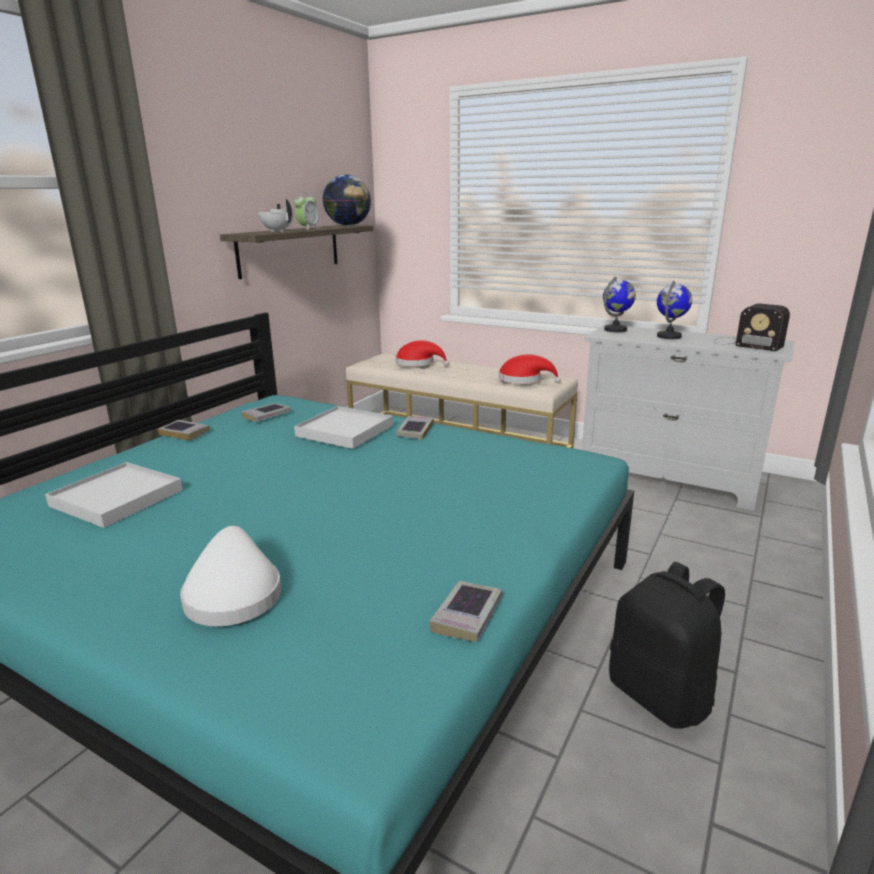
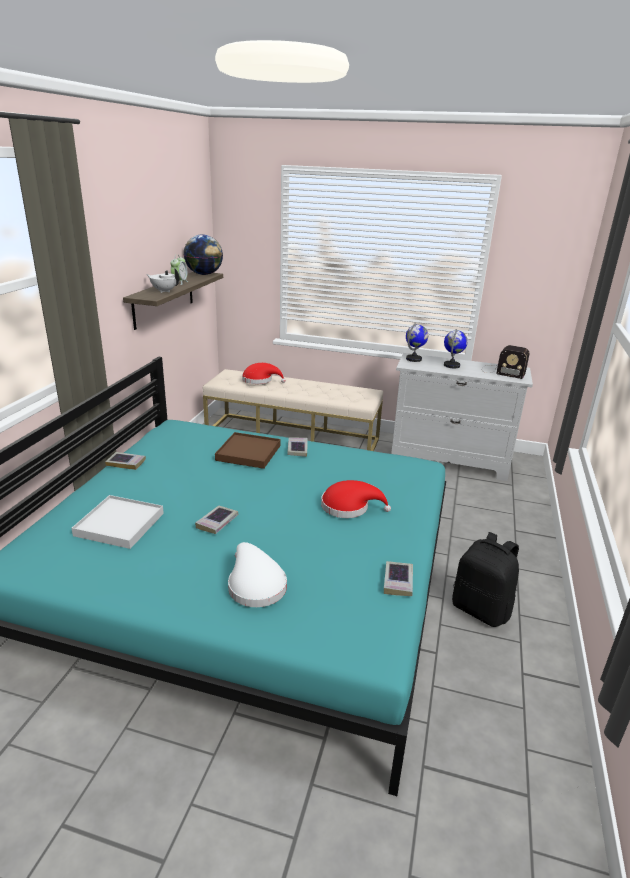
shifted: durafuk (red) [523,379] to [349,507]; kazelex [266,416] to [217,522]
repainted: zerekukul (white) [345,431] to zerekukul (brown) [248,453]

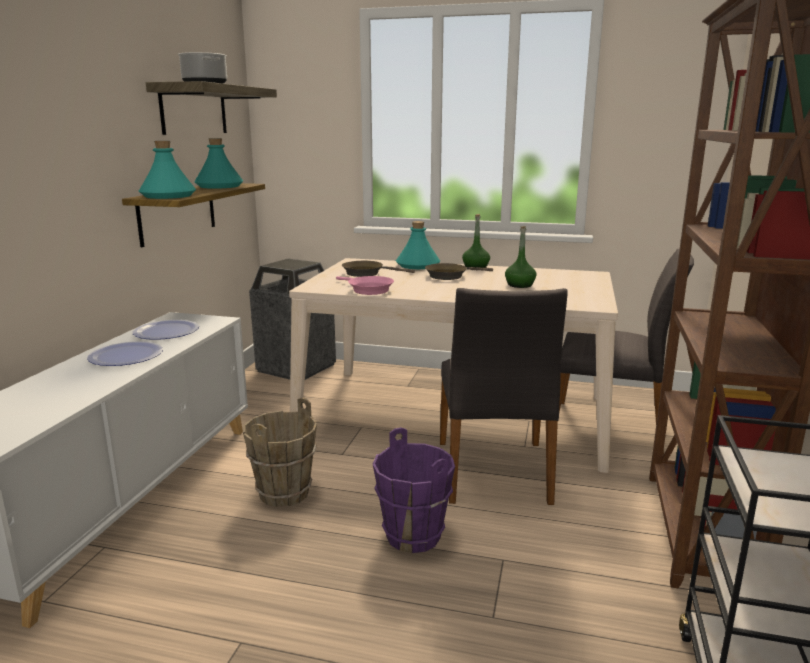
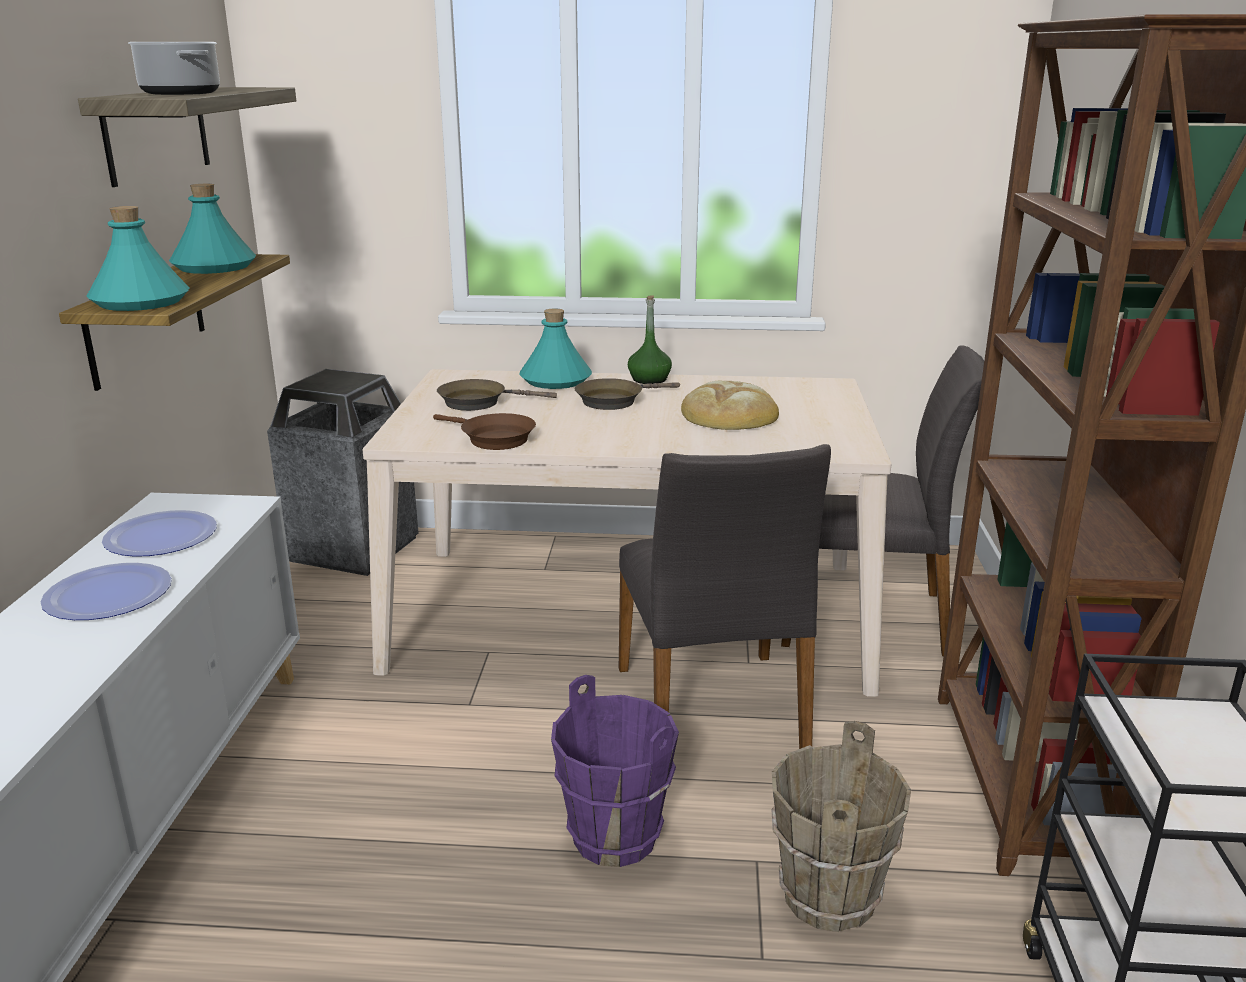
shifted: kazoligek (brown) [283,493] to [827,897]
swapped: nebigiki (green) [519,285] to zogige [729,414]
repainted: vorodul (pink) [367,290] to vorodul (brown) [493,439]

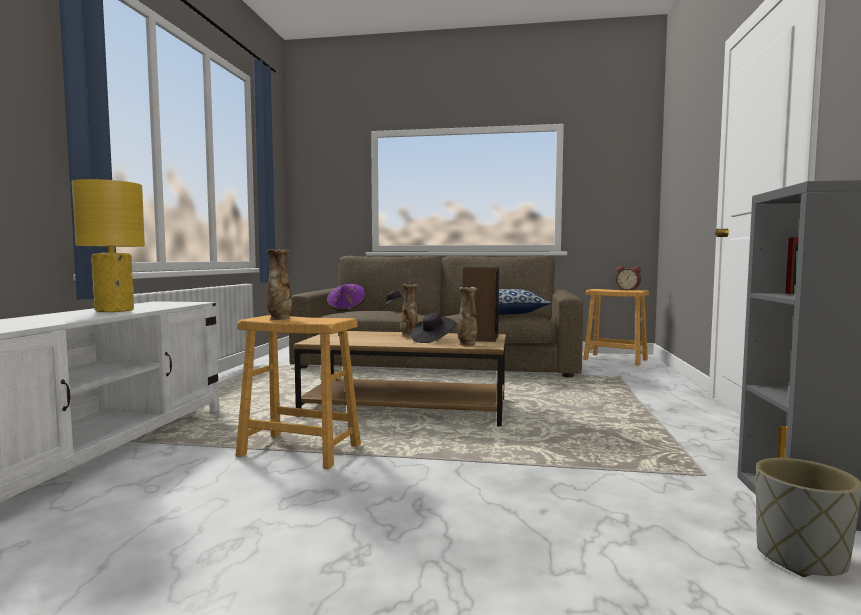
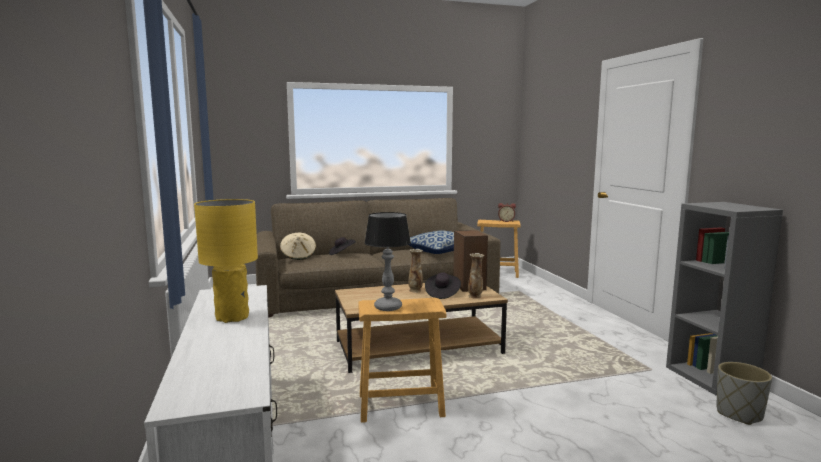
swapped: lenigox [280,319] to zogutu [388,307]
repainted: durafuk (purple) [346,309] to durafuk (beige) [298,256]

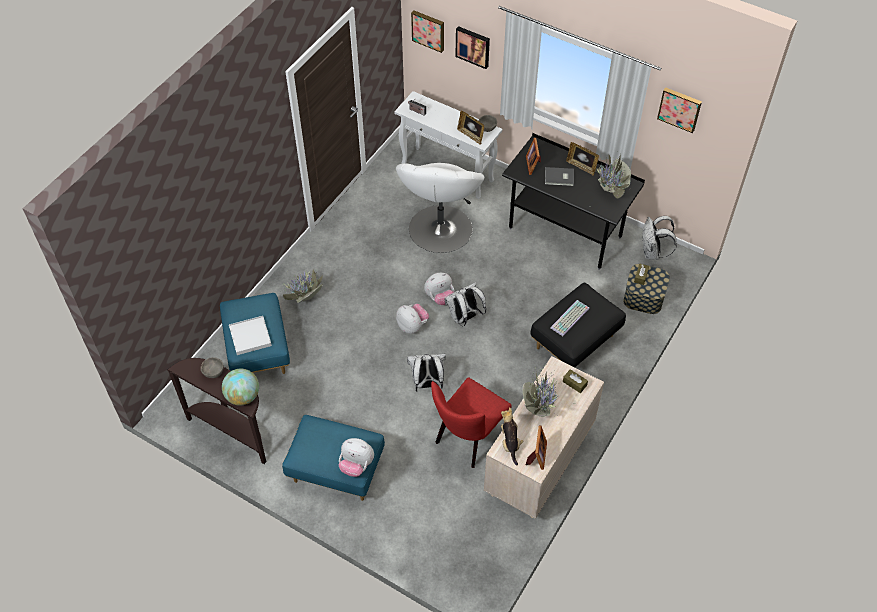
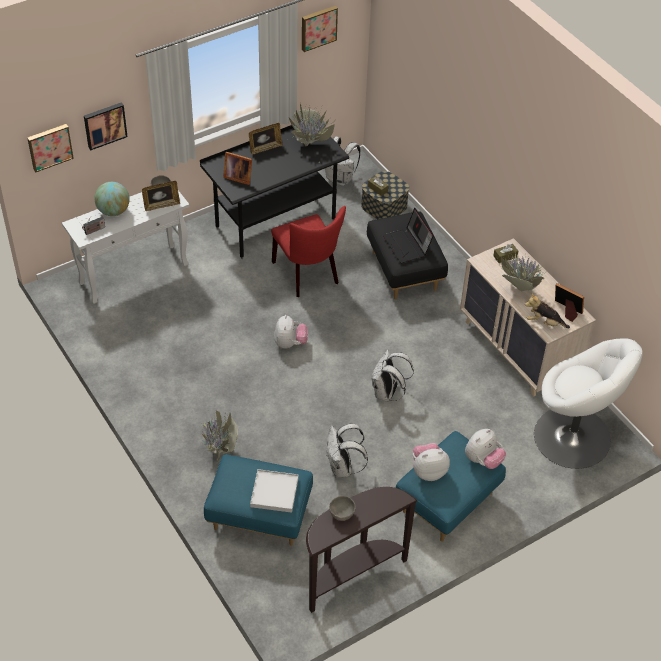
gone: kazelex (grey) [559,178]
shifted: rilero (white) [440,229] to [573,438]; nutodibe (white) [464,318] to [342,468]; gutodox [412,326] to [428,471]; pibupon [243,396] to [113,211]; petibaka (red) [468,438] to [308,275]
swapped: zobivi [570,319] to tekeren [407,245]

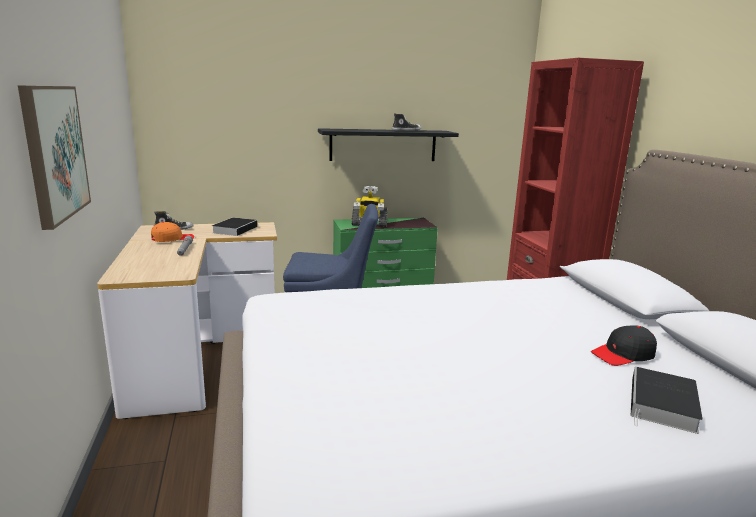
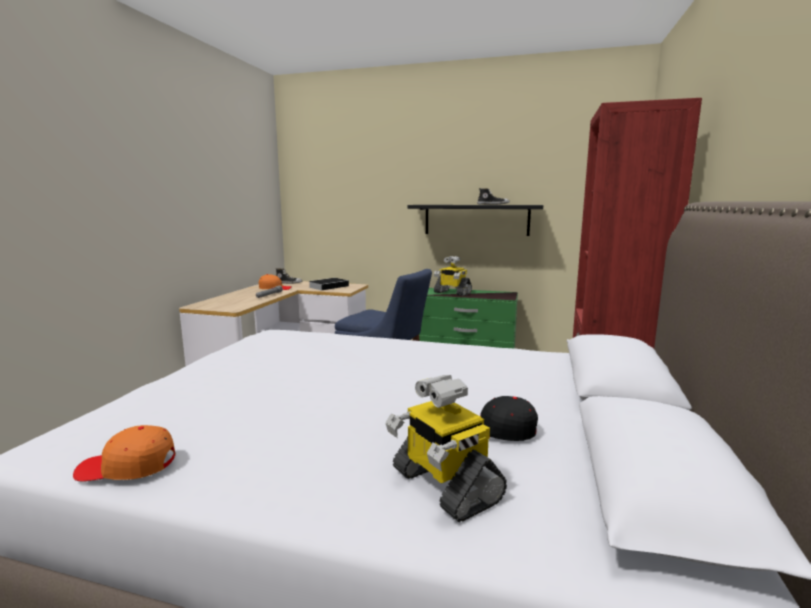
gone: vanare [54,152]
new: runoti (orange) [127,467]
swapped: kazelex [663,405] to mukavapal [444,485]

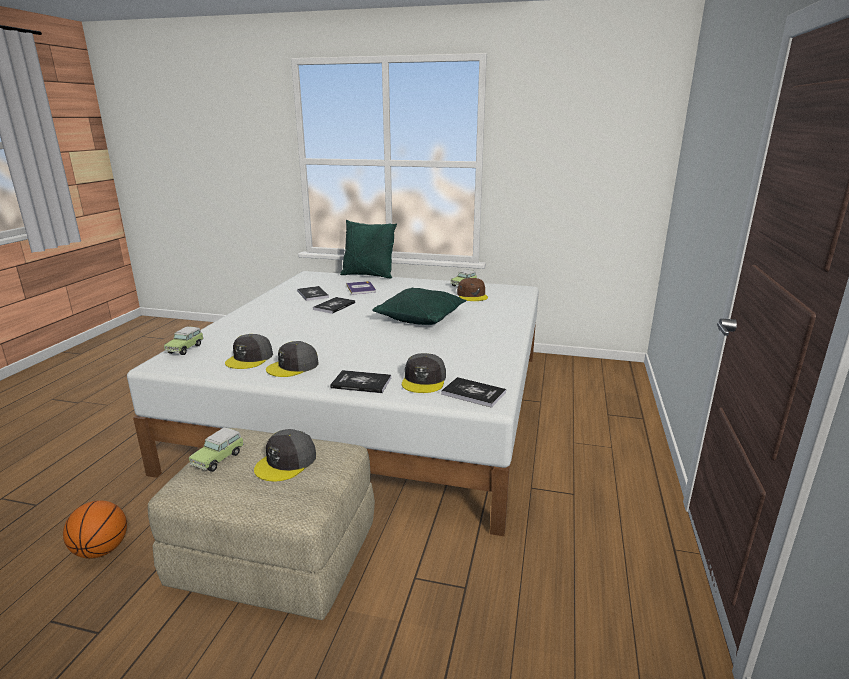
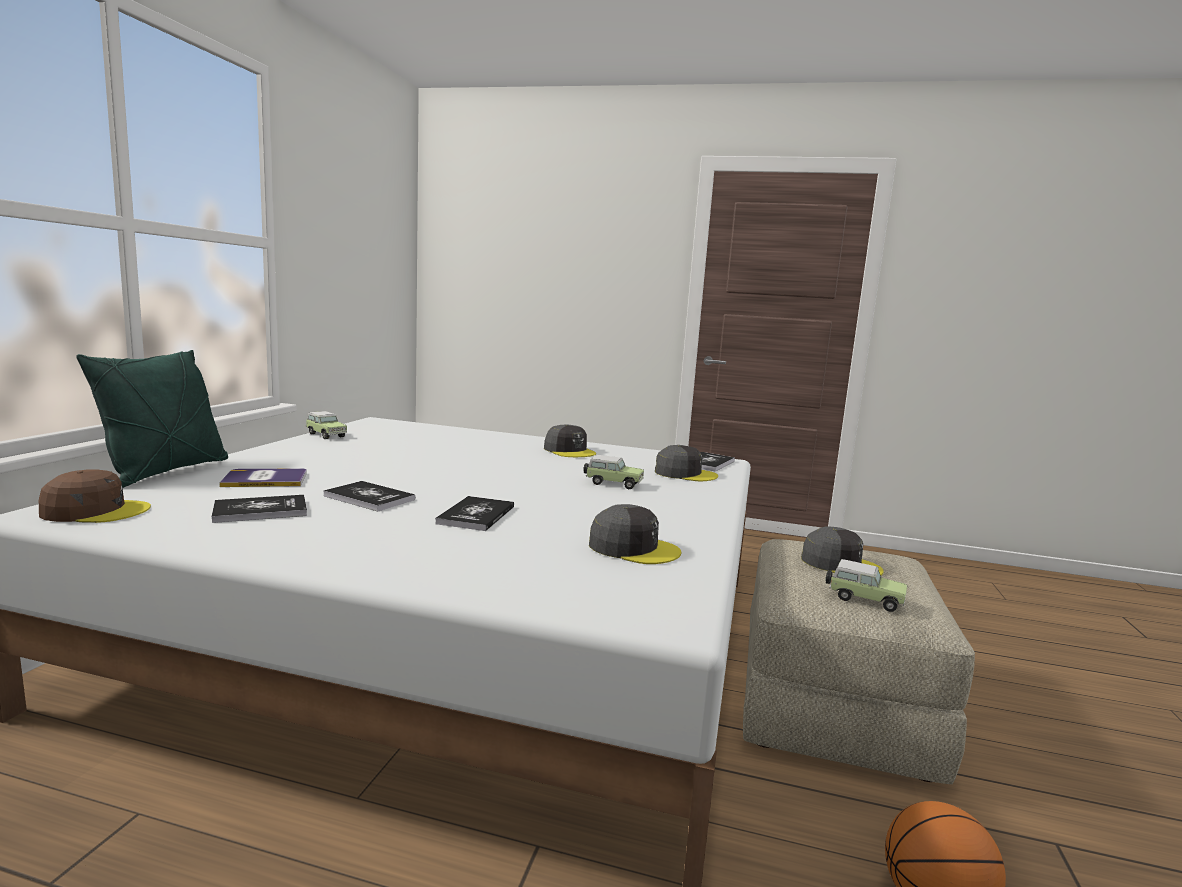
gone: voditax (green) [420,318]
shifted: runoti (brown) [472,295] to [95,511]; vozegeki [186,348] to [612,483]; runoti (grey) [293,366] to [569,451]; kazelex [361,383] to [476,515]

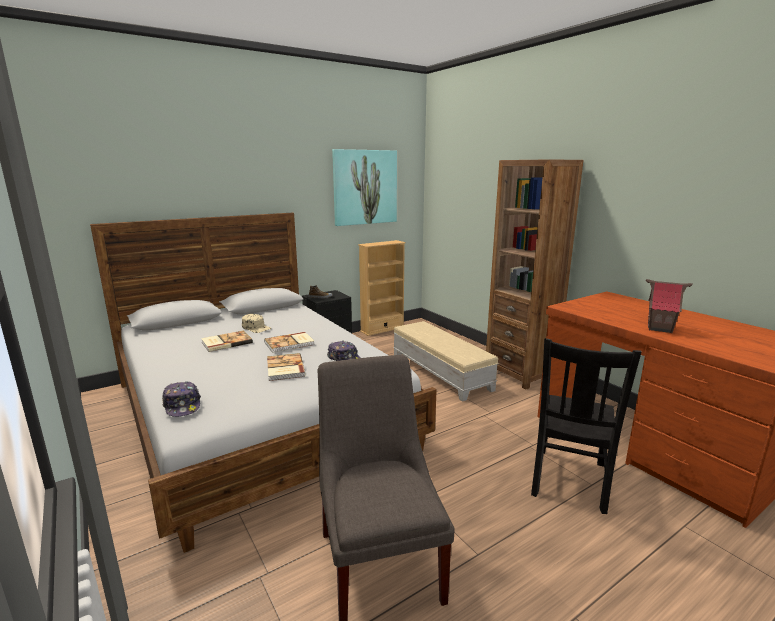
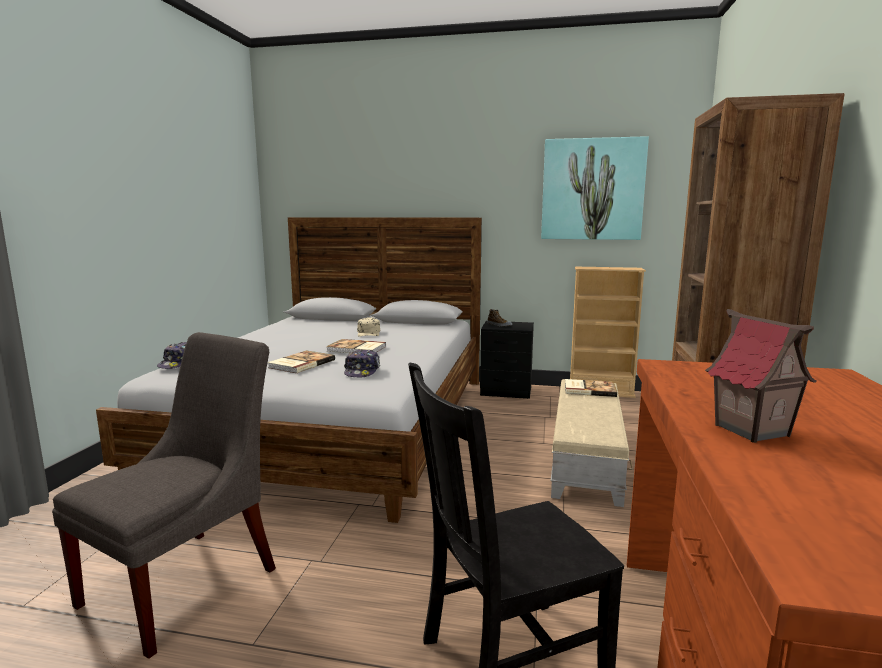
shifted: kazelex [226,342] to [589,389]

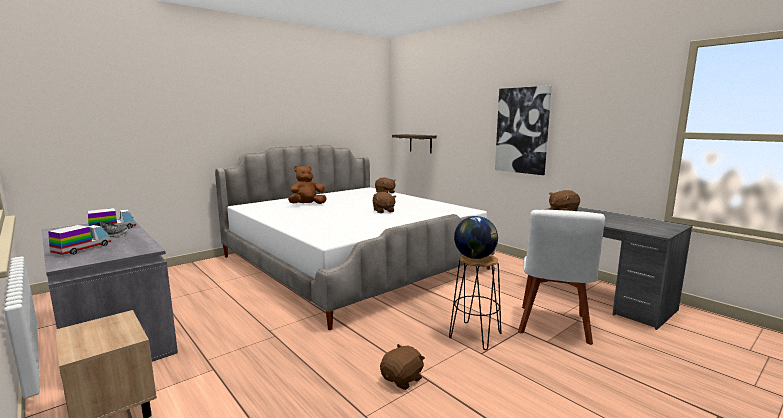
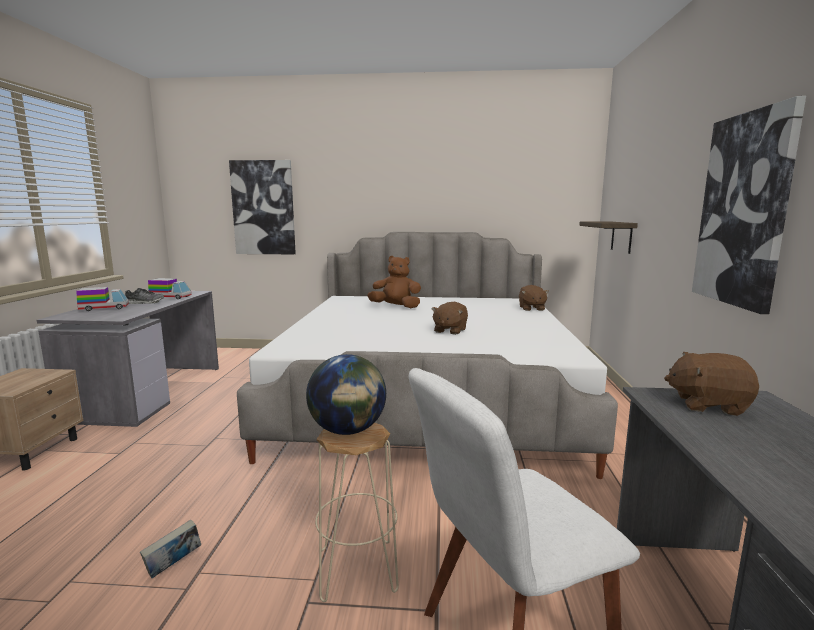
new: vanare [263,208]
swapped: gutodox (brown) [402,379] to kazelex [174,566]
repainted: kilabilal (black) [475,335] to kilabilal (beige) [358,569]

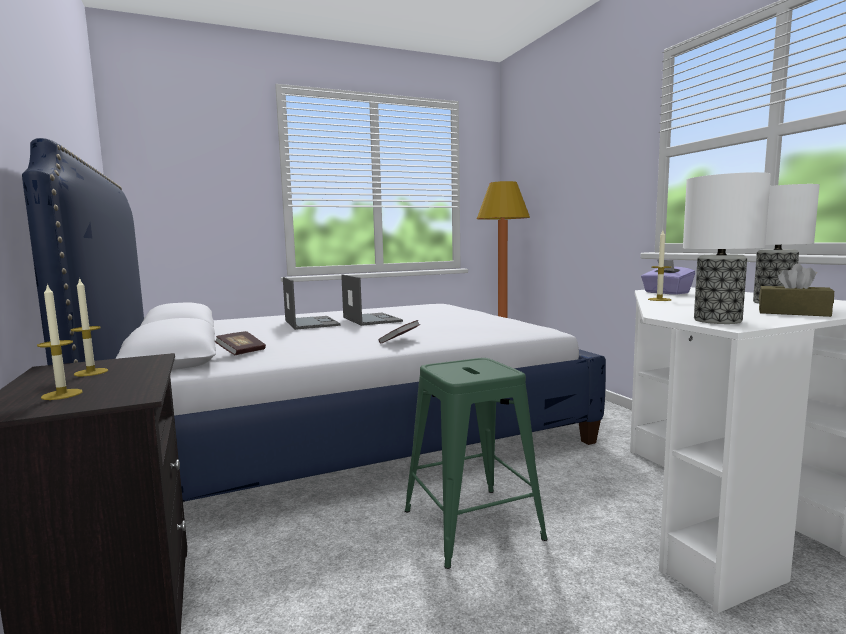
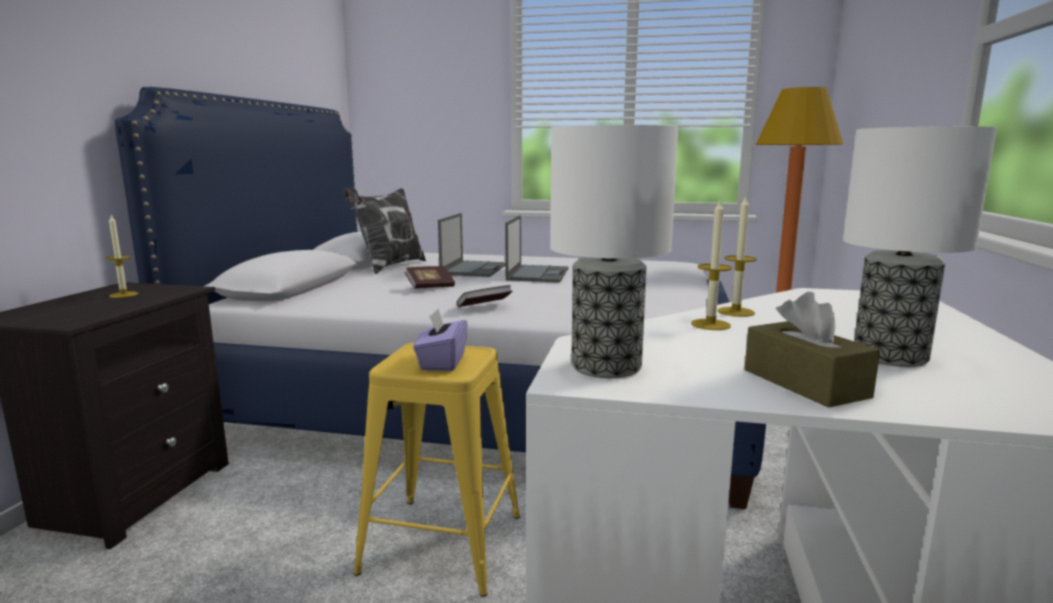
new: voditax [389,266]
shifted: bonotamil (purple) [666,293] to [442,362]; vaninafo [62,394] to [710,324]; kazelex [241,353] to [430,287]
repainted: kilabilal (green) [472,524] to kilabilal (yellow) [443,543]

